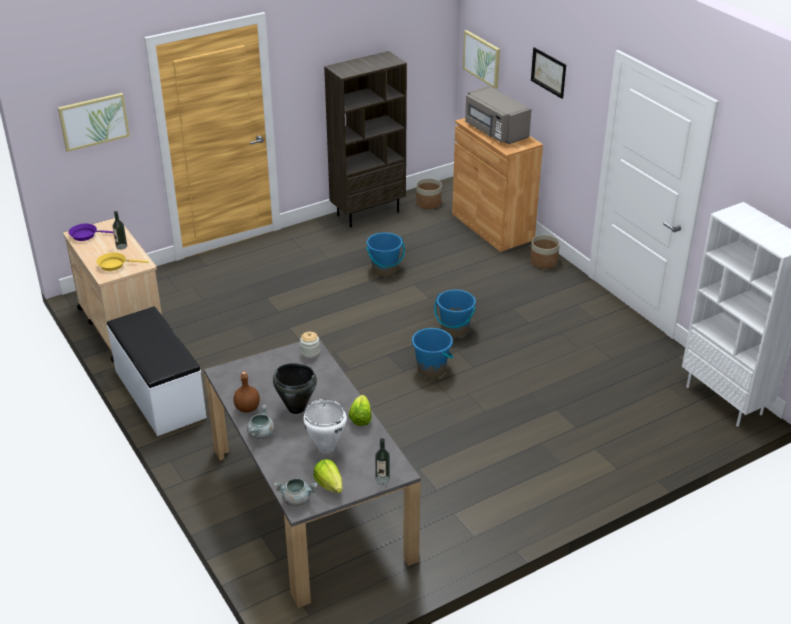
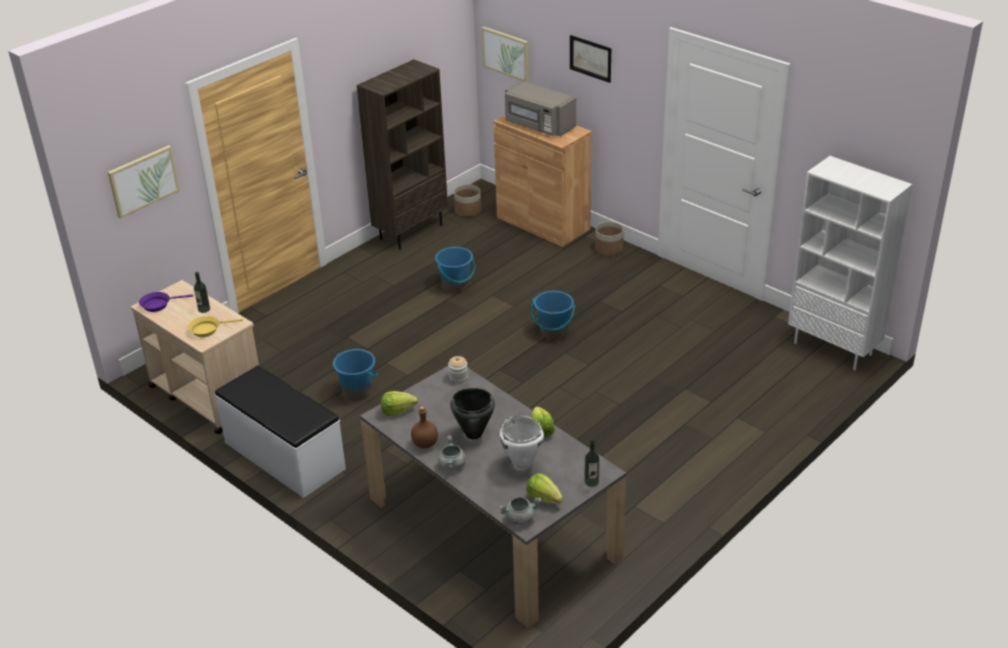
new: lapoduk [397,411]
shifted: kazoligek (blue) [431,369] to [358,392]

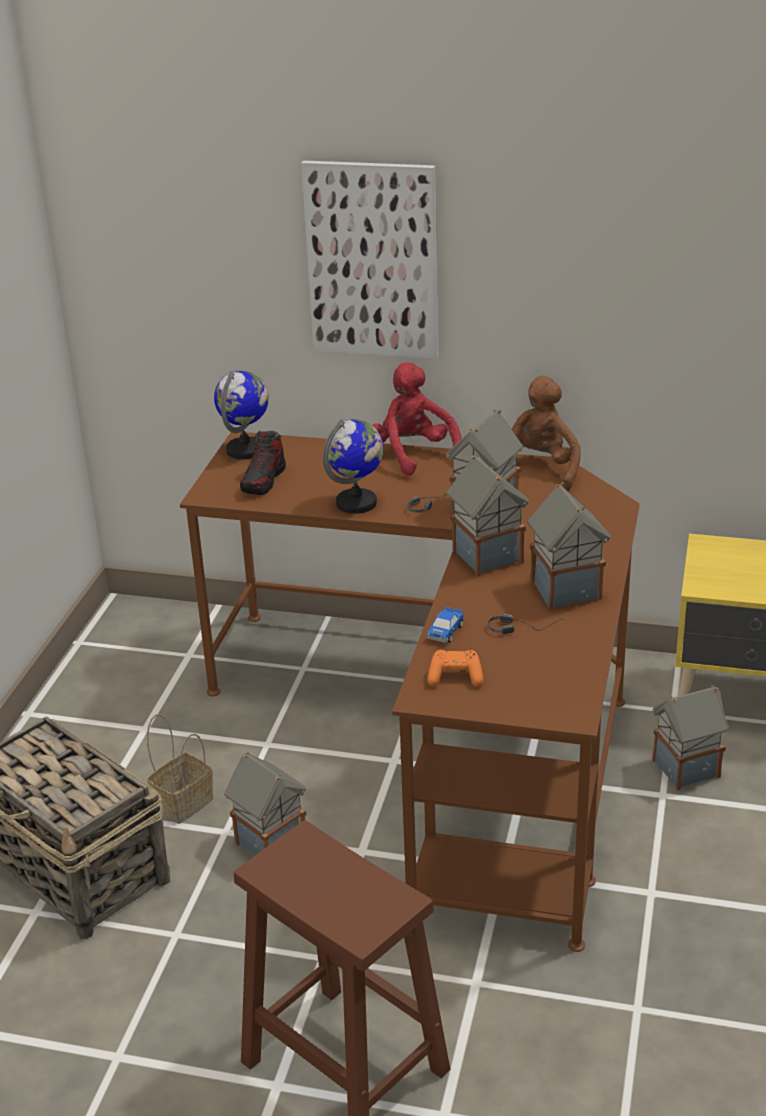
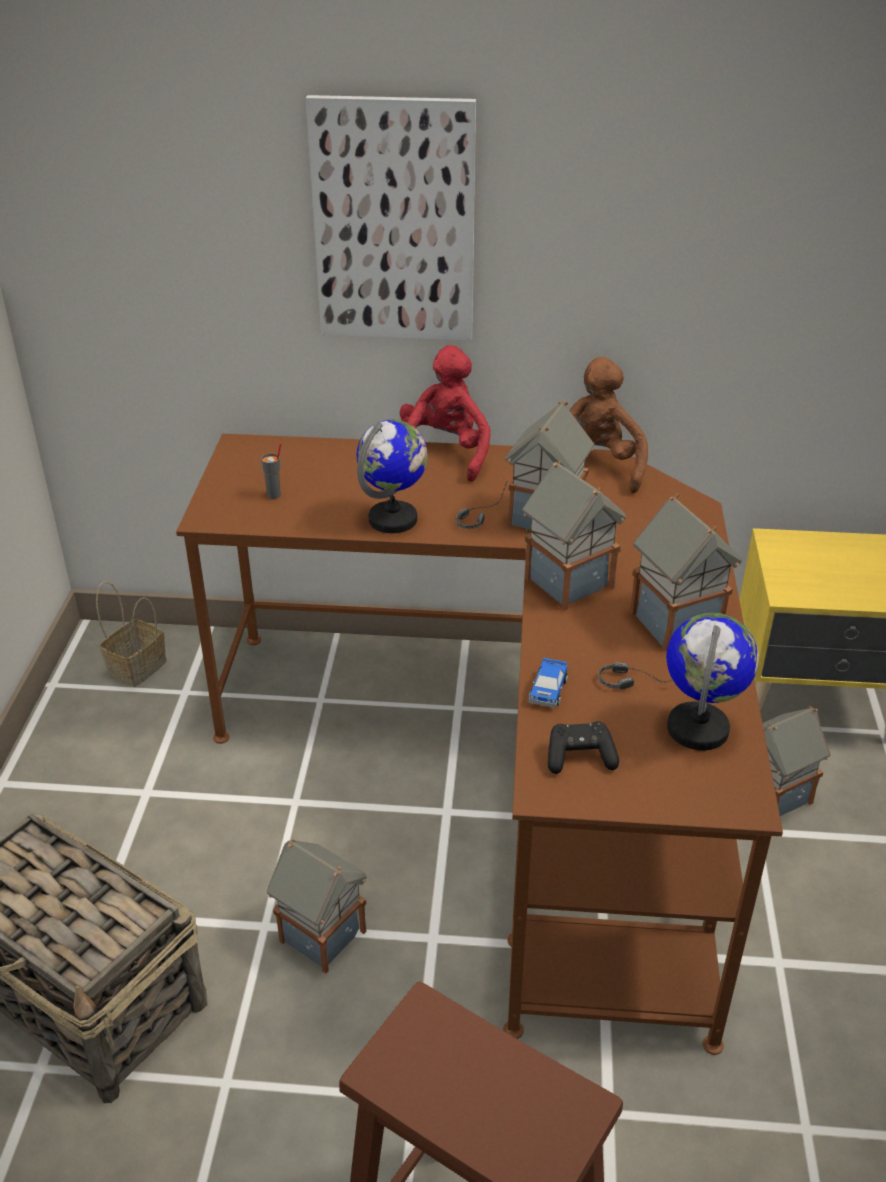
shifted: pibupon [246,450] to [698,728]; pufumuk [184,801] to [138,666]
swapped: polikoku [264,480] to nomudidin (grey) [274,495]
repainted: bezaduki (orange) [455,677] to bezaduki (black) [580,757]
rotated: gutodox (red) [414,454] = [445,454] 45 degrees clockwise

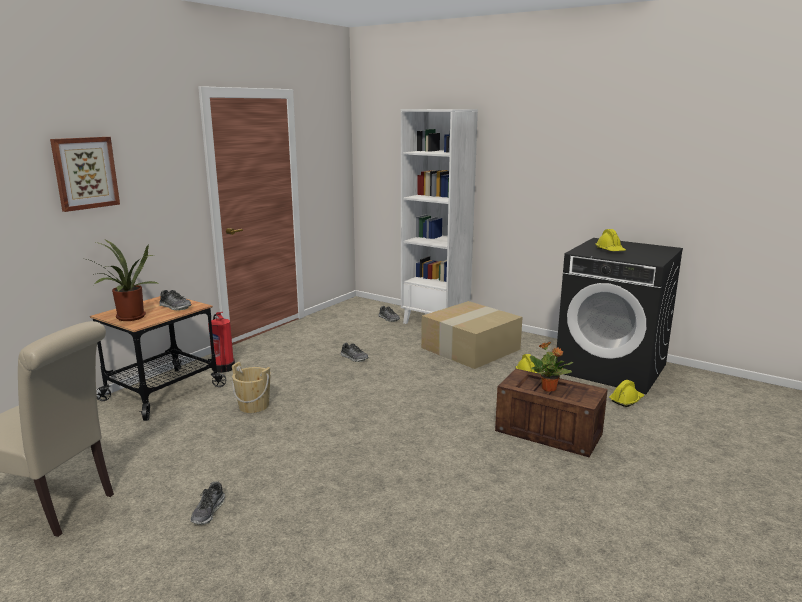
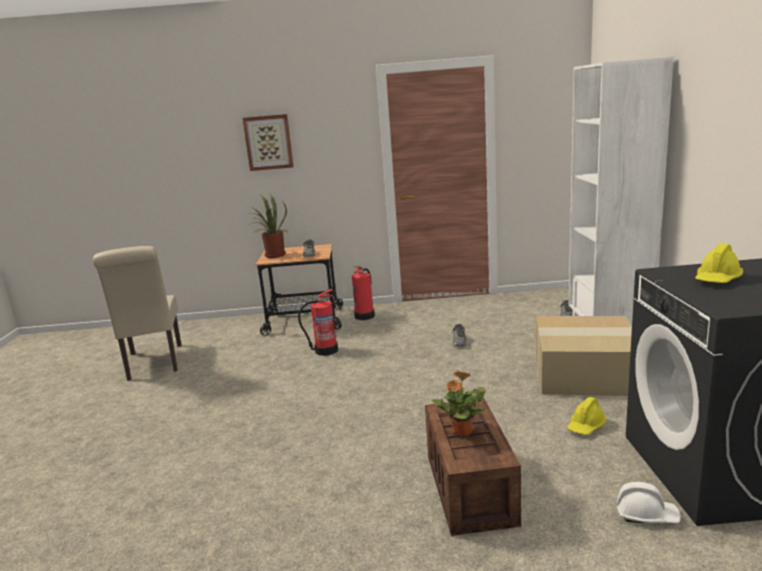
gone: polikoku [208,512]
swapped: kazoligek (beige) [254,406] to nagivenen [325,350]
repainted: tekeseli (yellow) [626,400] to tekeseli (white) [646,515]

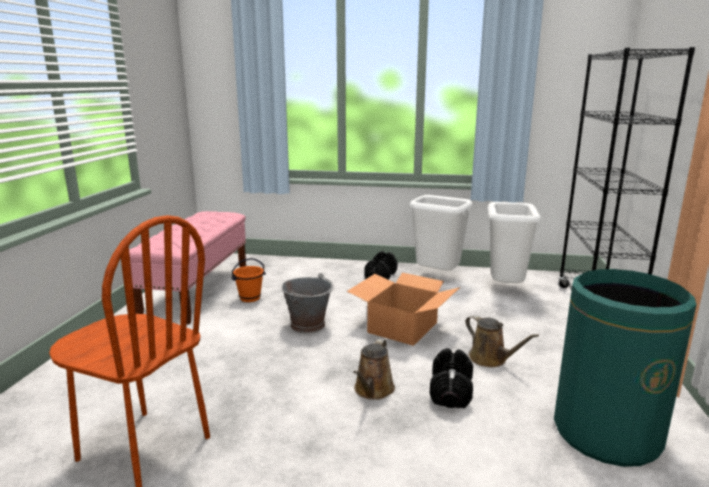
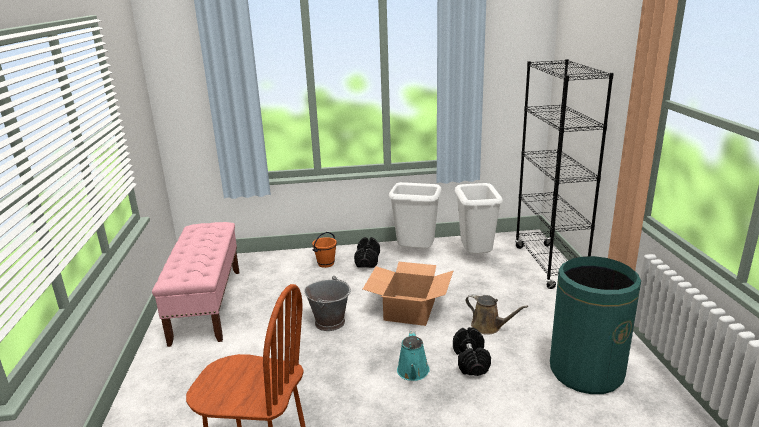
shifted: kazoligek (orange) [250,298] to [326,263]
repainted: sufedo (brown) [373,390] to sufedo (turquoise) [413,372]

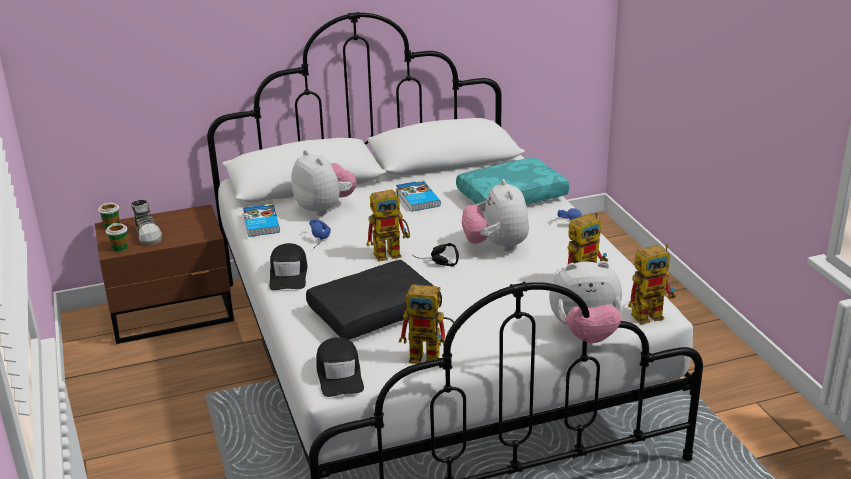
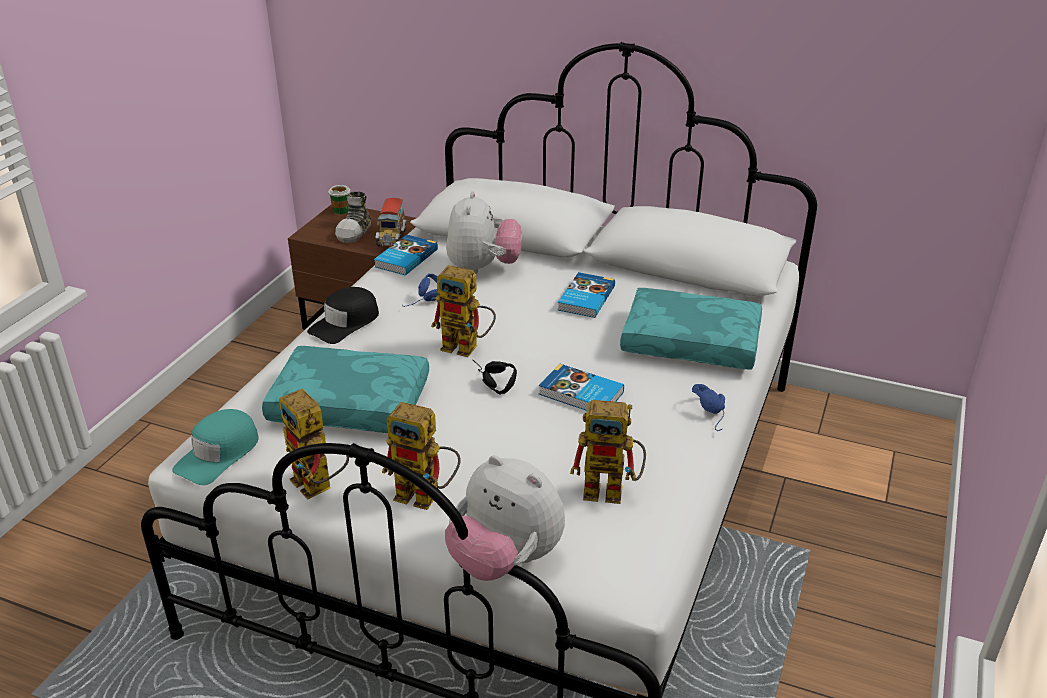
gone: nomudidin [119,247]
new: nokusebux [391,238]
shifted: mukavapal [652,313] to [427,496]
swapped: gutodox [496,246] to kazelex [581,394]
repainted: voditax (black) [374,311] to voditax (turquoise) [352,403]; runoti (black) [339,374] to runoti (turquoise) [218,454]

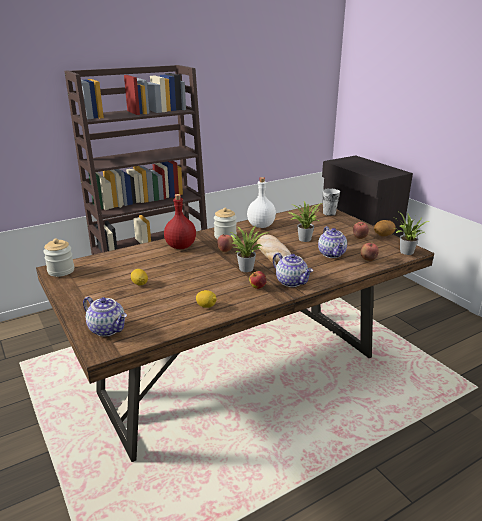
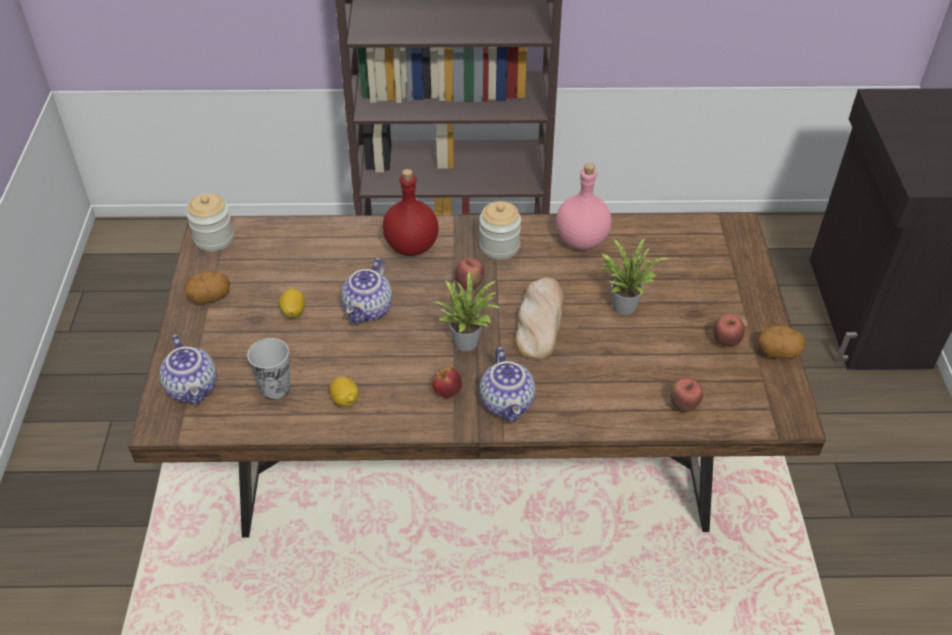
gone: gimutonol [405,252]
new: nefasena [210,298]
shifted: nomudidin [329,213] to [275,388]; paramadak [332,254] to [369,310]
repainted: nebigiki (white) [261,225] to nebigiki (pink) [582,240]

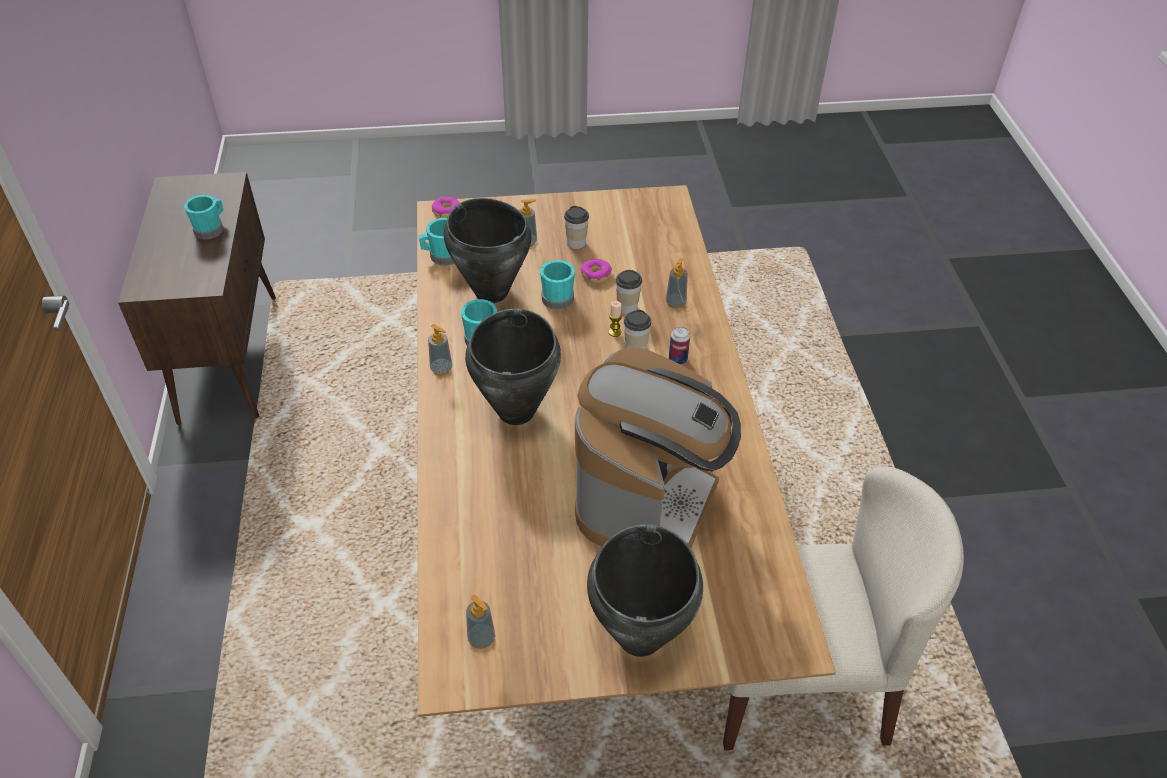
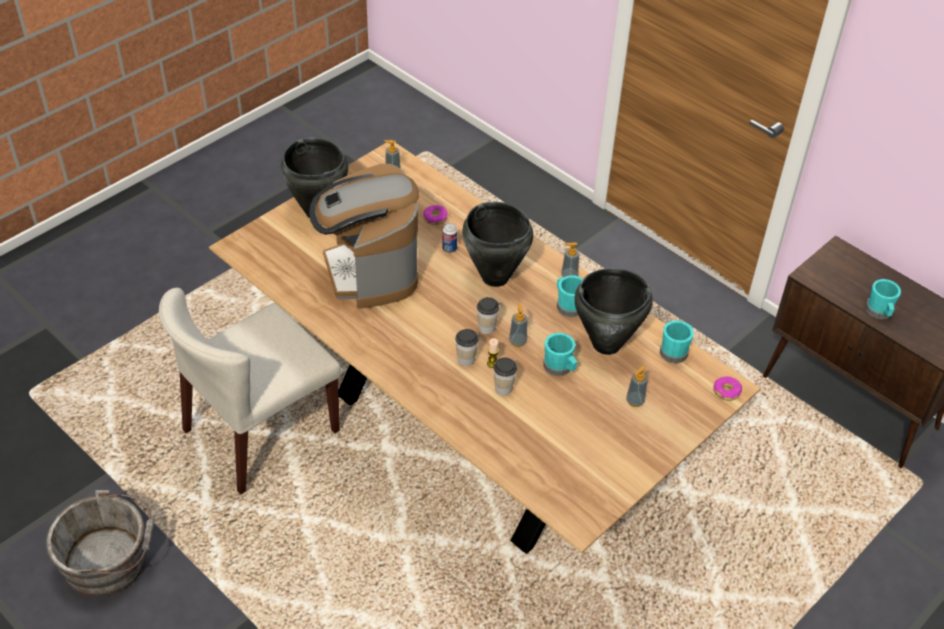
new: kazoligek (grey) [110,562]
shifted: nomudidin [576,243] to [486,328]; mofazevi [675,303] to [517,341]; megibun [596,275] to [435,218]; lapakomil [678,359] to [449,248]

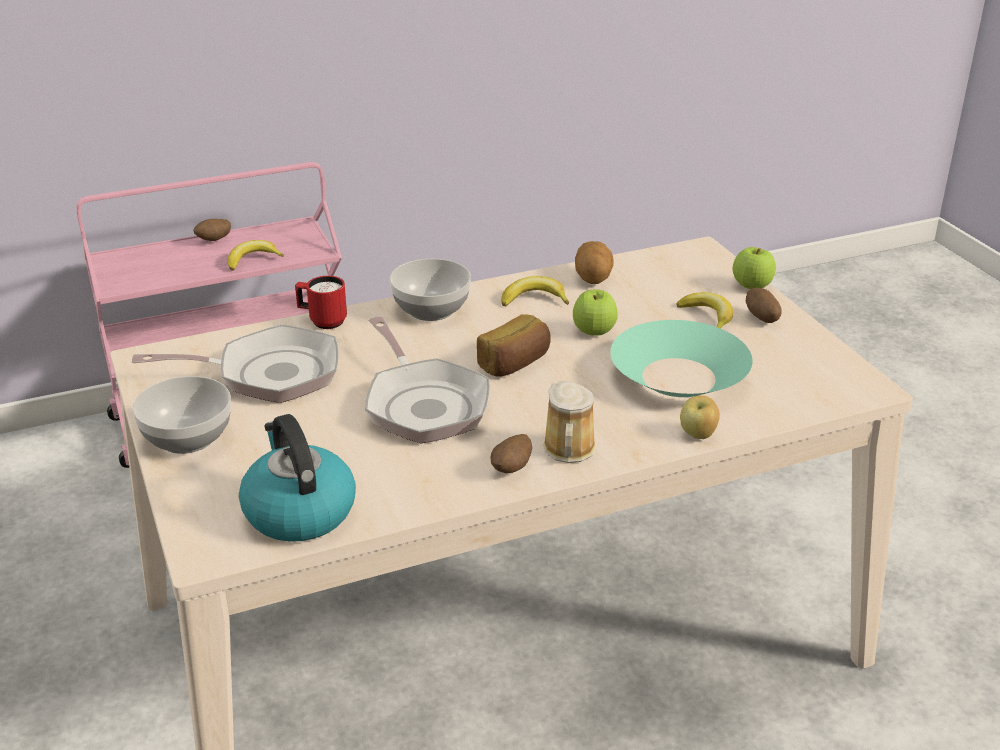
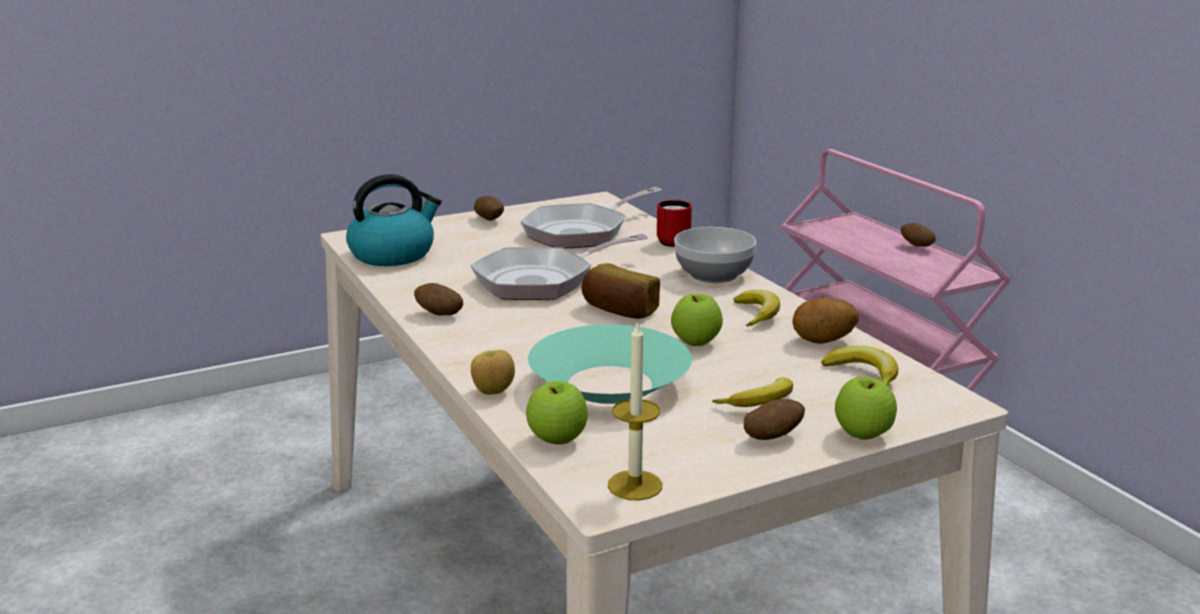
gone: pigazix [569,451]
new: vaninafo [635,485]; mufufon [557,440]
shifted: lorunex [252,260] to [863,374]
swapped: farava [189,438] to nefasena [489,220]
rotated: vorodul [269,374] = [581,232] 60 degrees clockwise

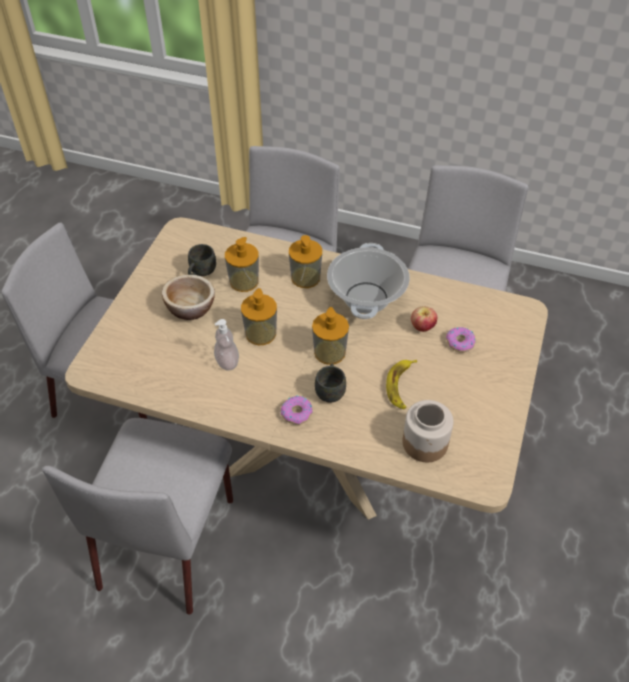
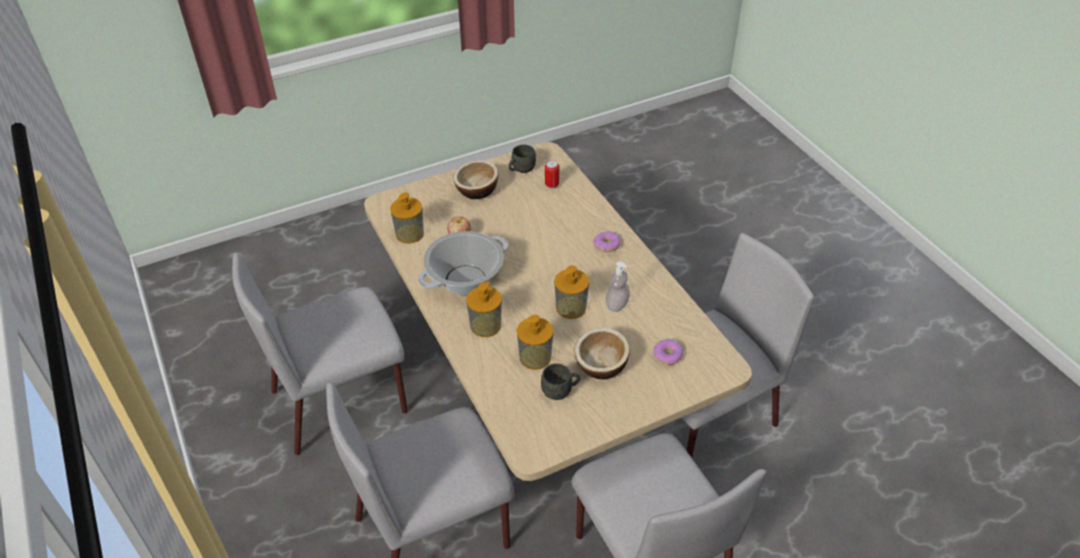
gone: lorunex [401,386]
new: farava [477,190]
shifted: mofazevi [329,352] to [409,234]; megibun [460,342] to [668,355]; pigazix (grey) [330,390] to [521,170]
swapped: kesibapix [425,443] to lapakomil [551,185]

